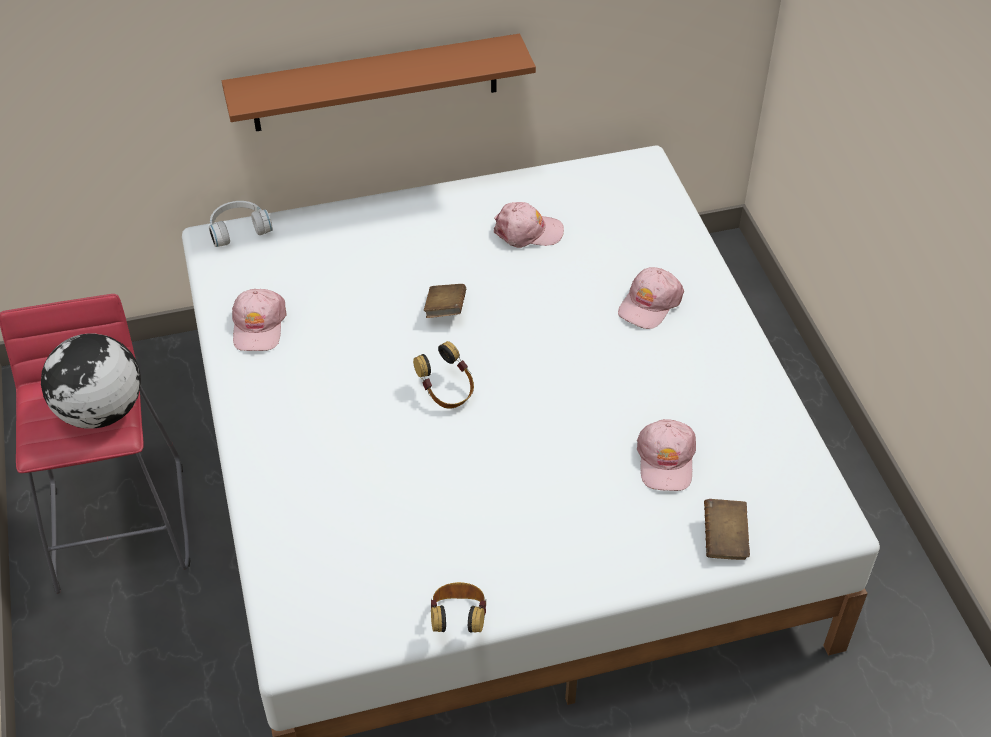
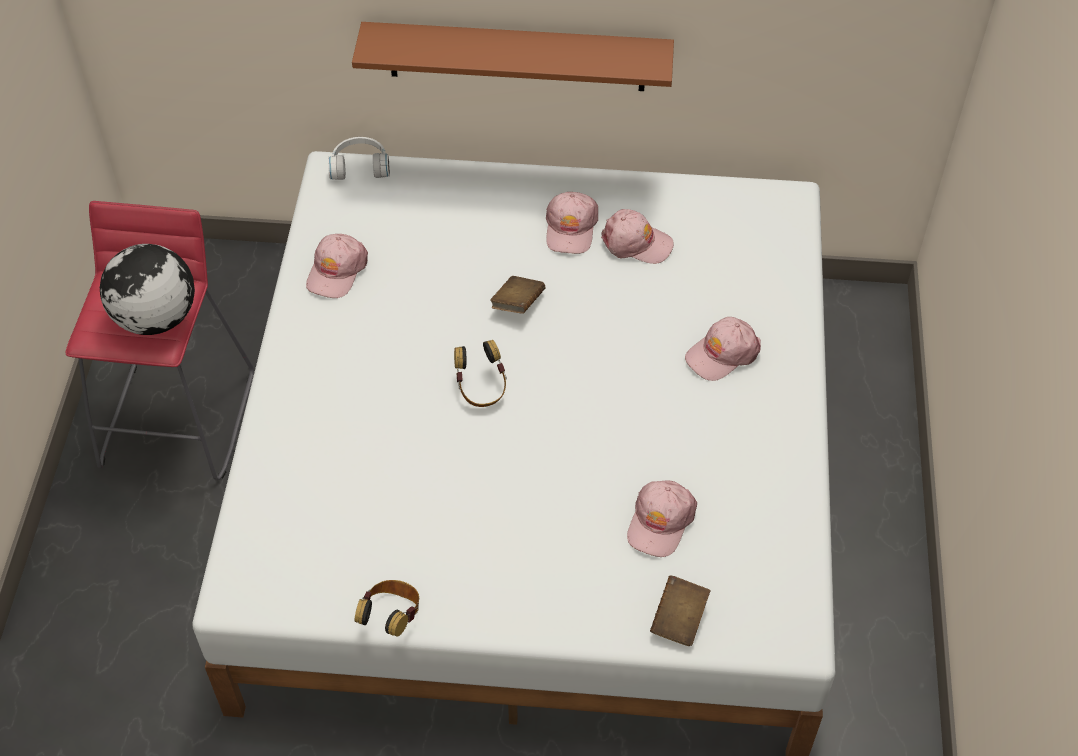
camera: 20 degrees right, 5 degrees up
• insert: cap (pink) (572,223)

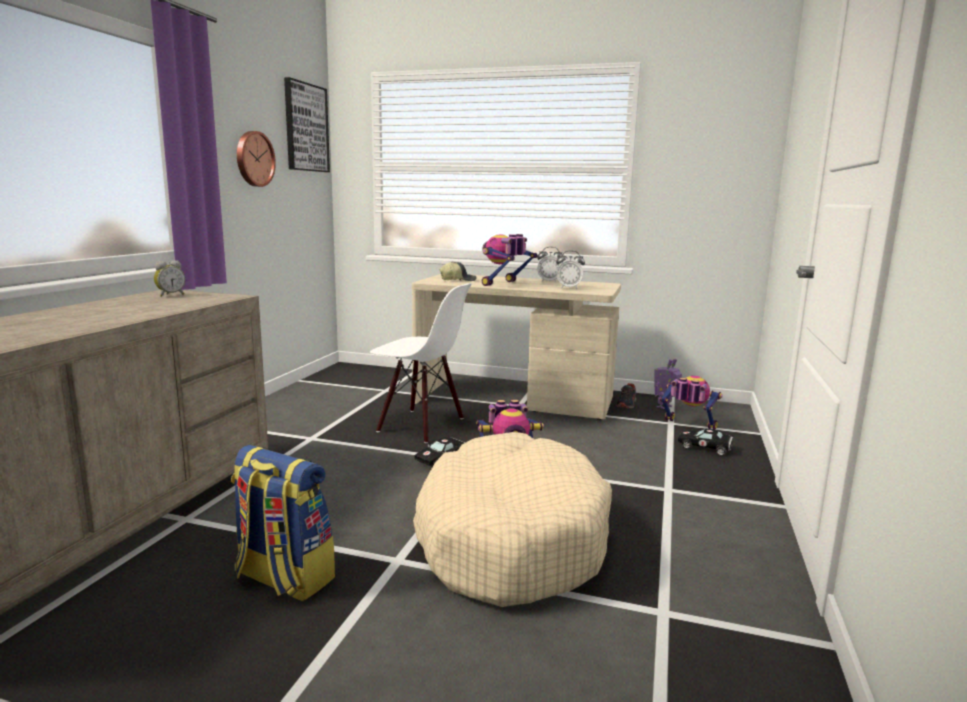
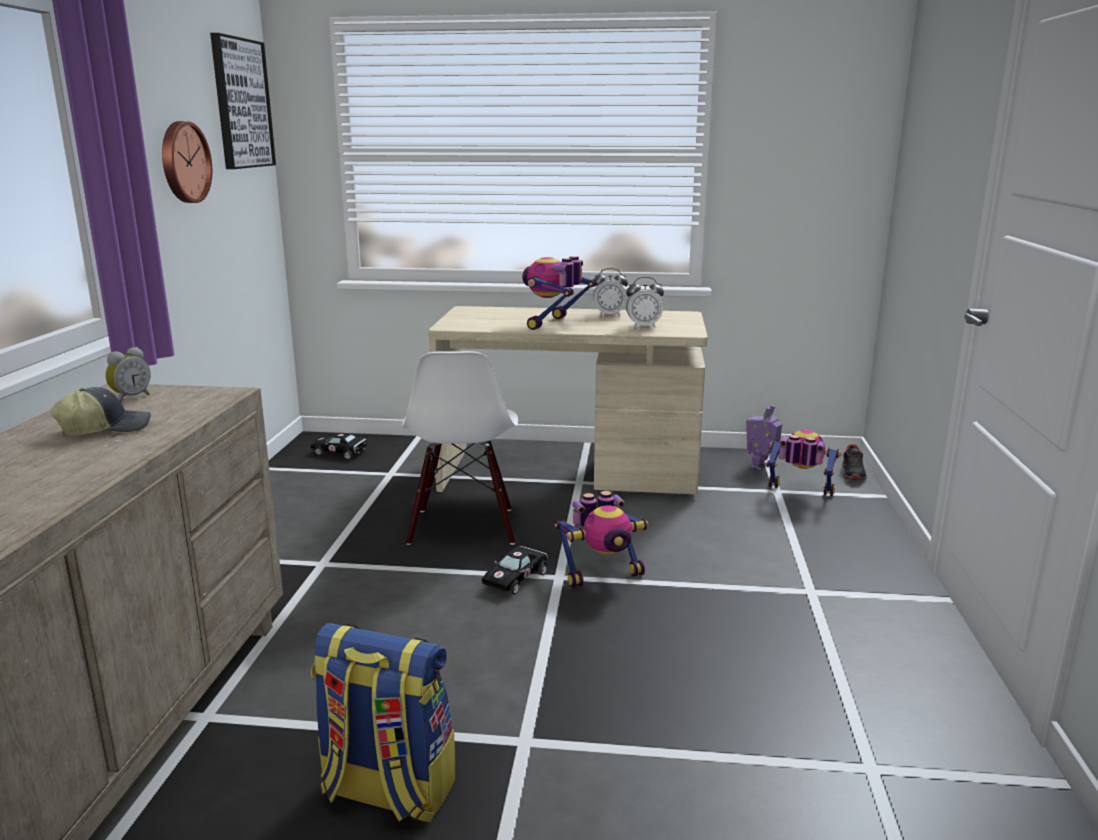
camera: 10 degrees left, 5 degrees up
• rotate: chair (white) (420,363) = (460,448) 75 degrees clockwise
• delete: dog bed (beige) (512,519)
• move: cap (458,271) to (100,411)
• move: shoe (626,396) to (854,462)
• move: toy car (black) (705,442) to (339,446)

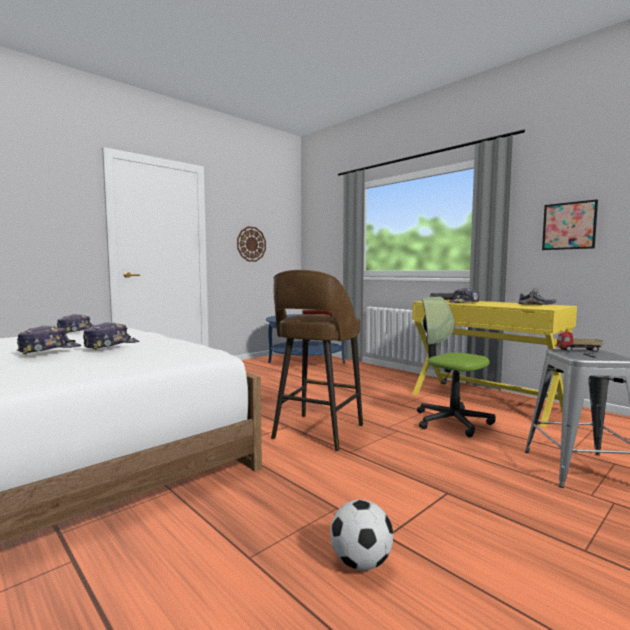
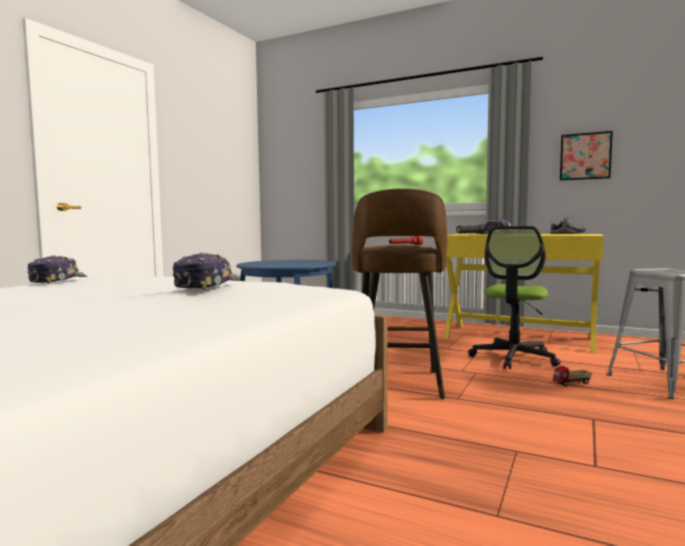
camera: 20 degrees left, 0 degrees up
• delete: cap (49,340)
• delete: wall clock (251,244)
• delete: football (361,535)
• rotate: office chair (456,367) = (514,297) 90 degrees counterclockwise
• move: toy truck (580,342) to (572,376)

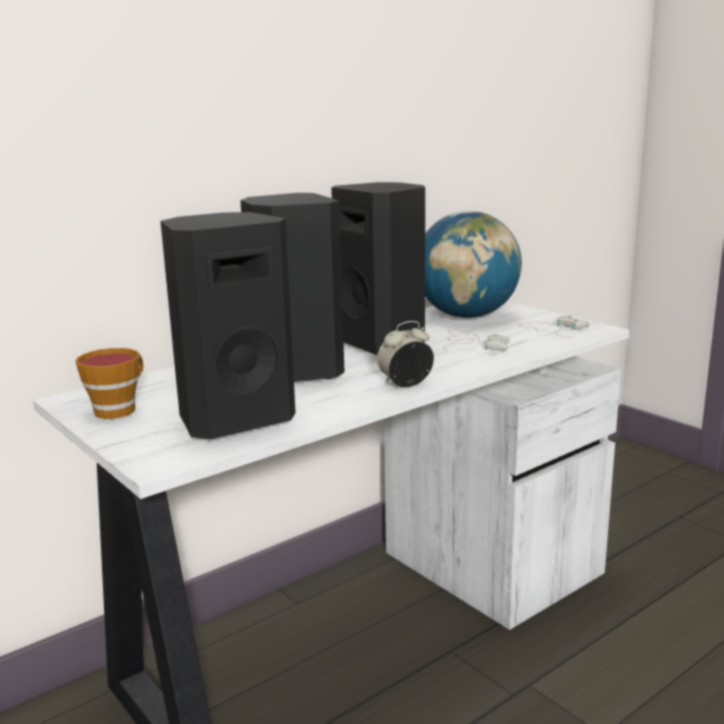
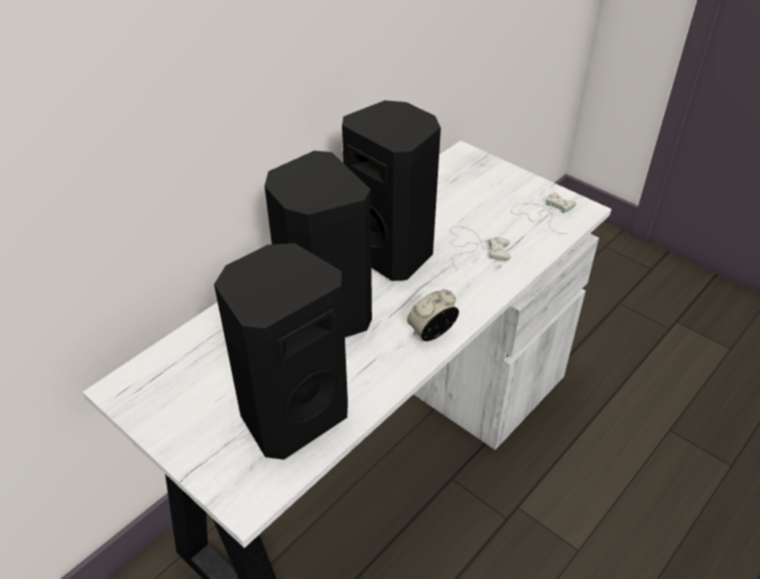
camera: 10 degrees left, 25 degrees up
• delete: cup (109,383)
• delete: globe (473,264)

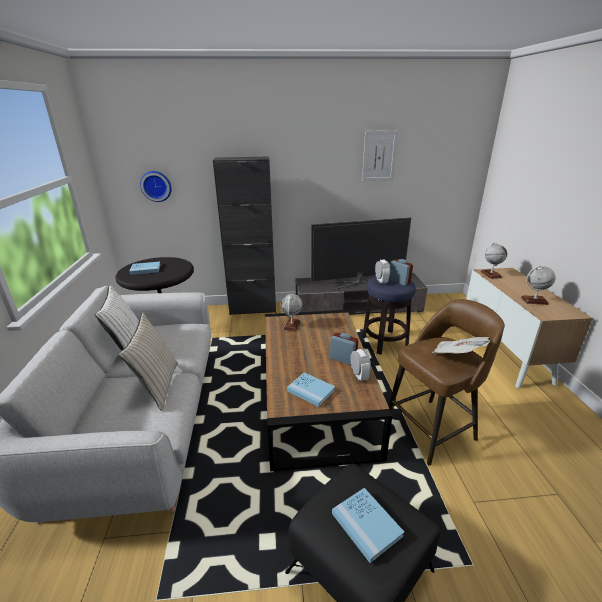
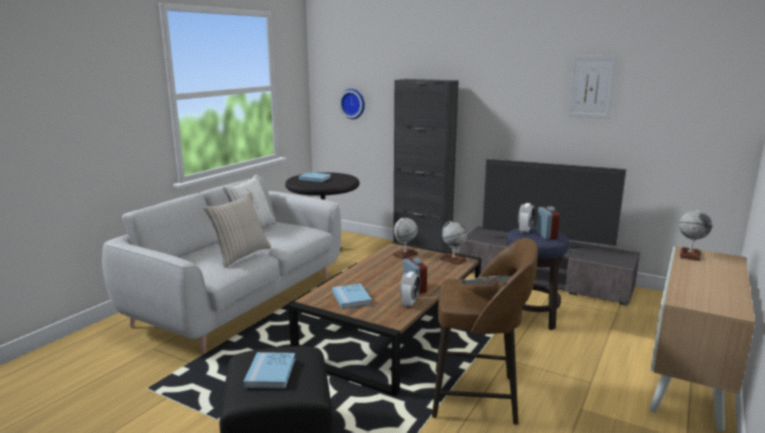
camera: 35 degrees right, 10 degrees down
• move: globe (538,285) to (453,243)

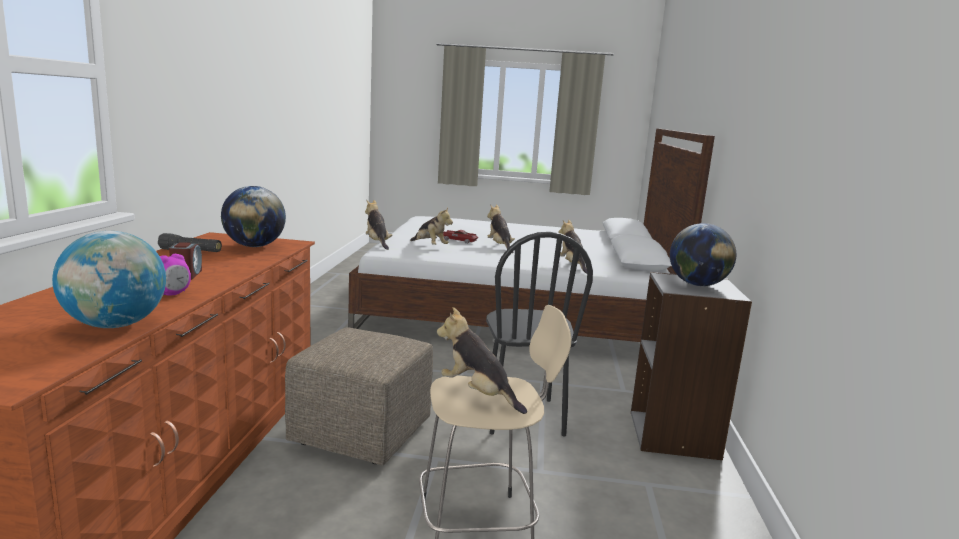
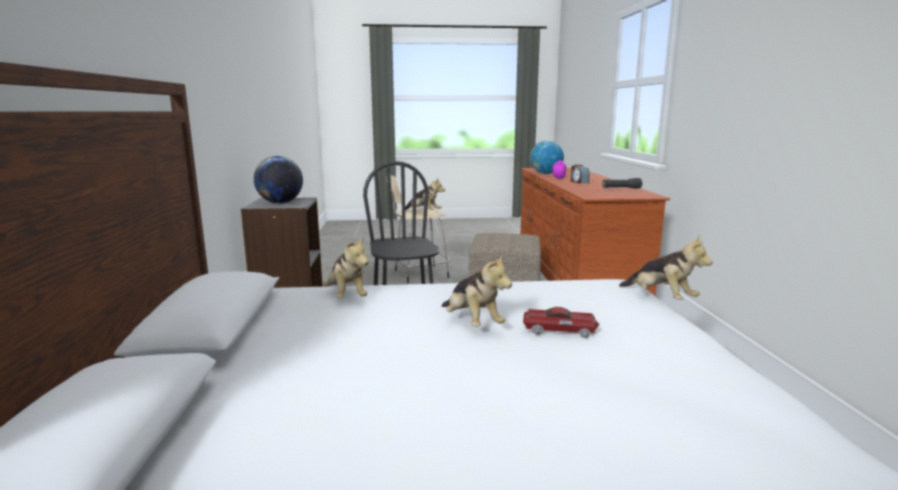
camera: 170 degrees right, 0 degrees up
• delete: globe (253,216)
• delete: plush toy (431,226)

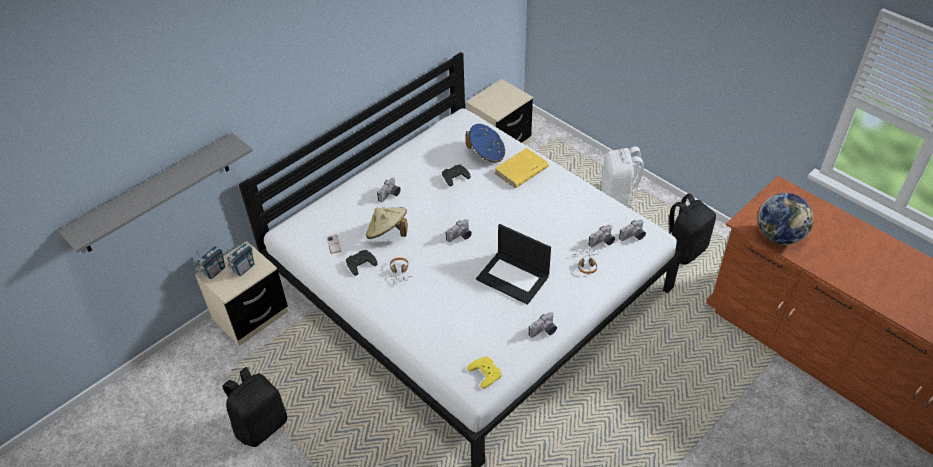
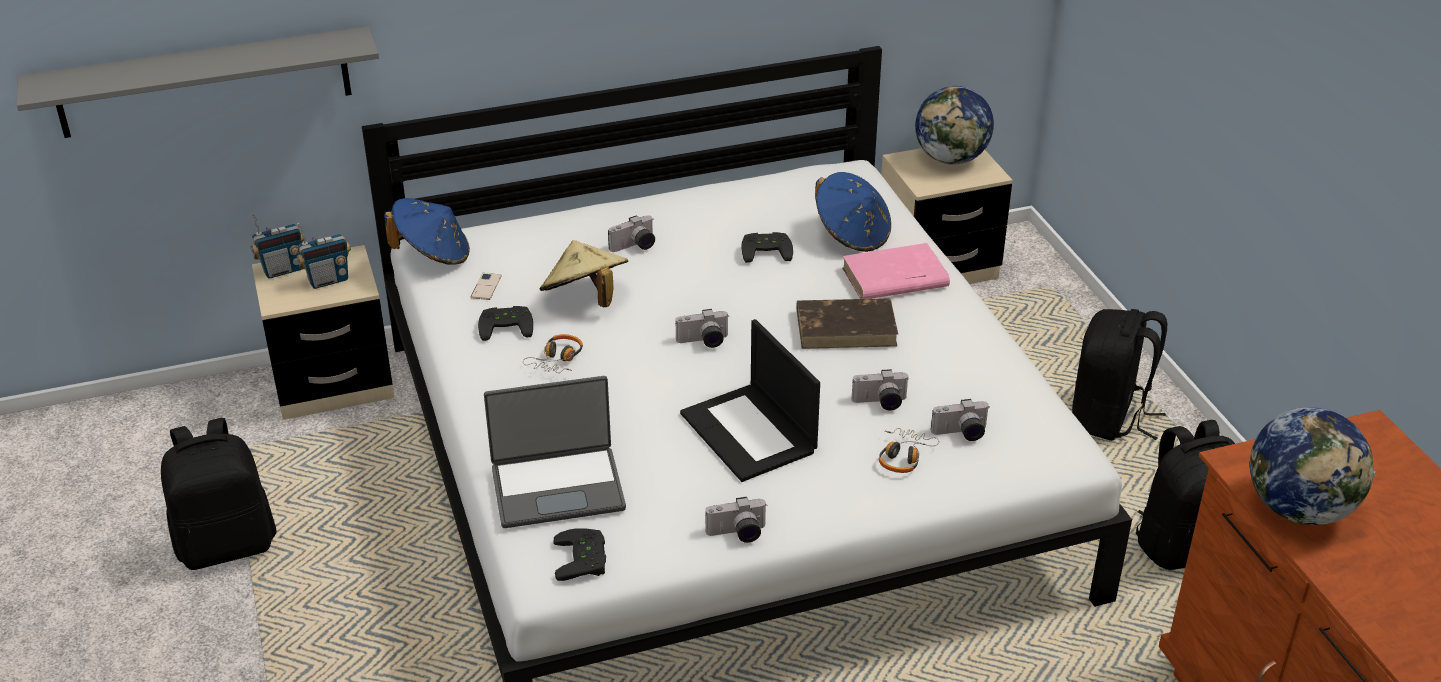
camera: 25 degrees right, 10 degrees down
• recolor: game controller (yellow) (484,372) to game controller (black) (579,554)
• recolor: book (yellow) (521,168) to book (pink) (896,271)
• recolor: backpack (white) (623,177) to backpack (black) (1119,375)
• move: photo camera (632,230) to (881,389)
• insert: hat (blue) (427,231)
• insert: laptop (555,452)
• insert: book (brown) (847,323)
• insert: globe (954,125)

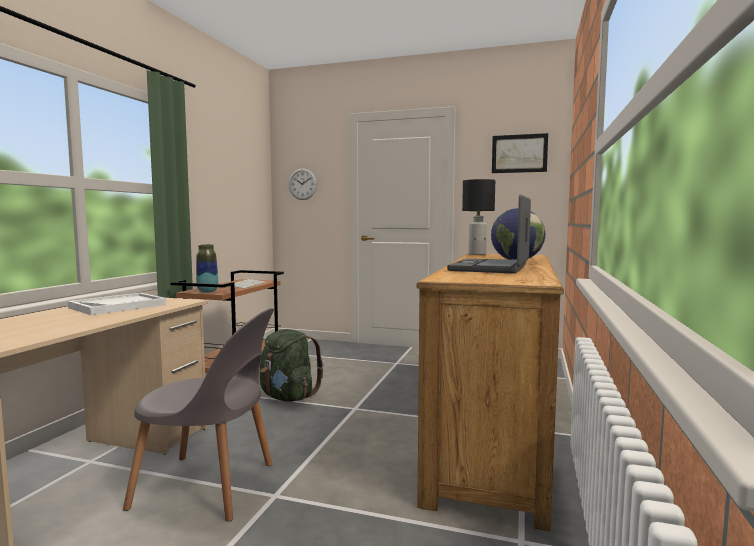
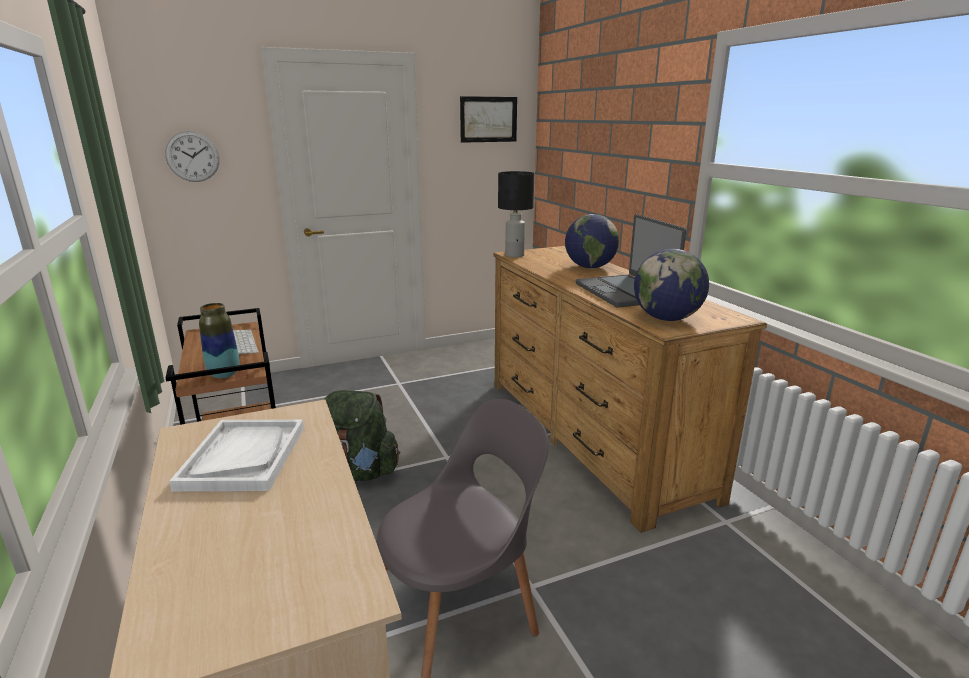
camera: 40 degrees left, 15 degrees up
• insert: globe (671,285)

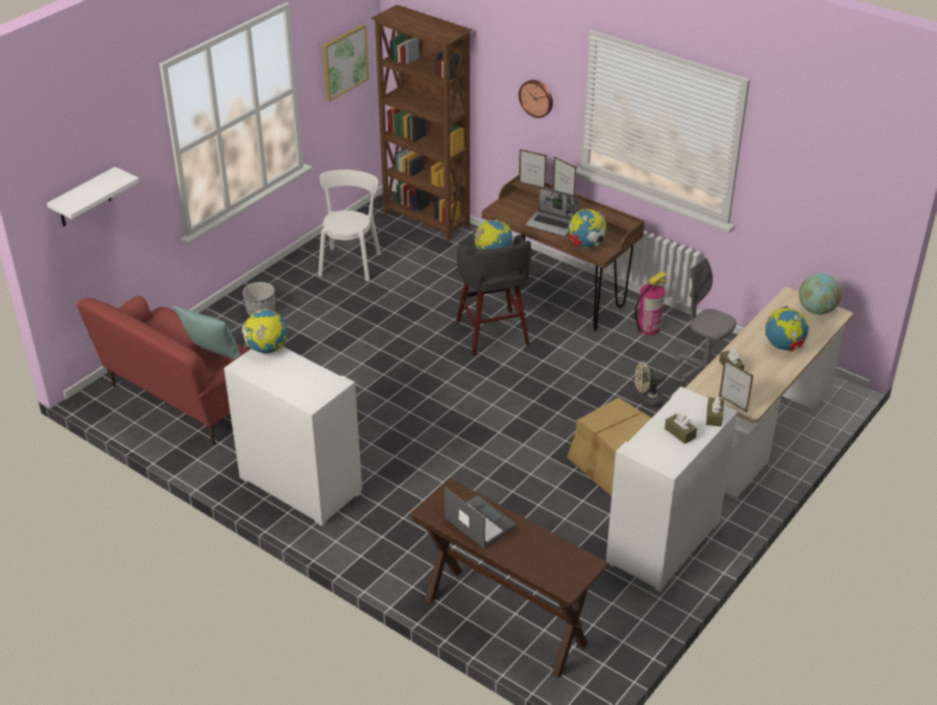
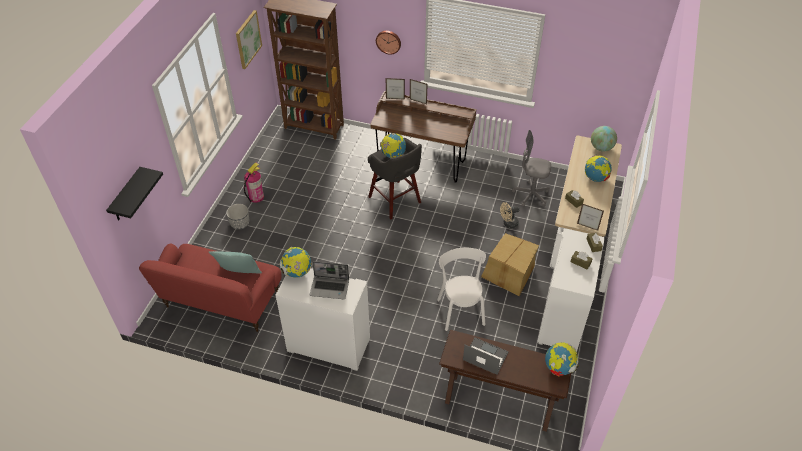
camera: 20 degrees left, 10 degrees up
• recolor: shelf (white) (93,196) to shelf (black) (134,193)
• move: chair (white) (349,226) to (461,289)
• move: laptop (552,211) to (329,280)
• move: globe (587,228) to (562,360)
• move: fire extinguisher (651,303) to (254,182)

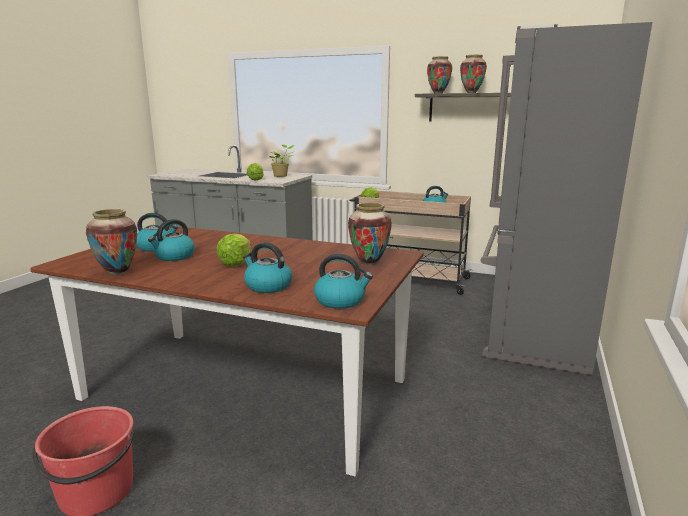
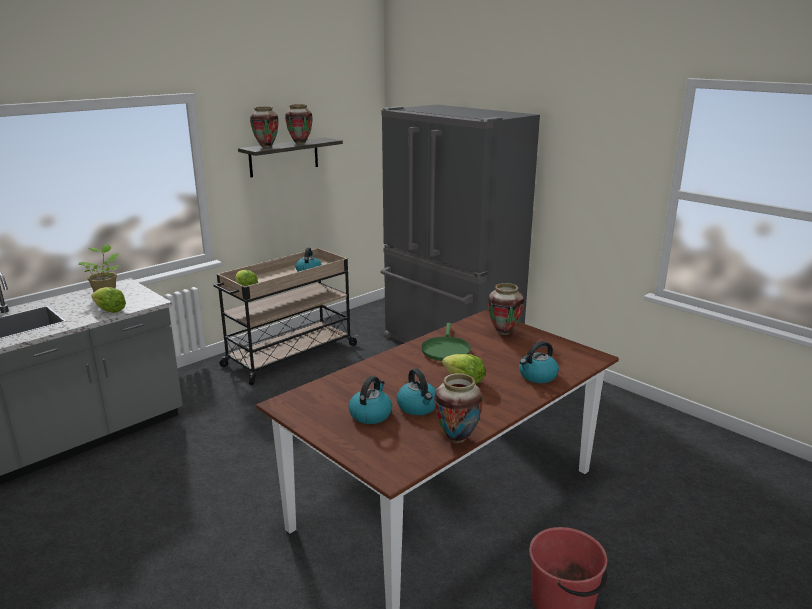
camera: 65 degrees left, 5 degrees up
• delete: kettle (343,281)
• insert: frying pan (green) (446,342)

